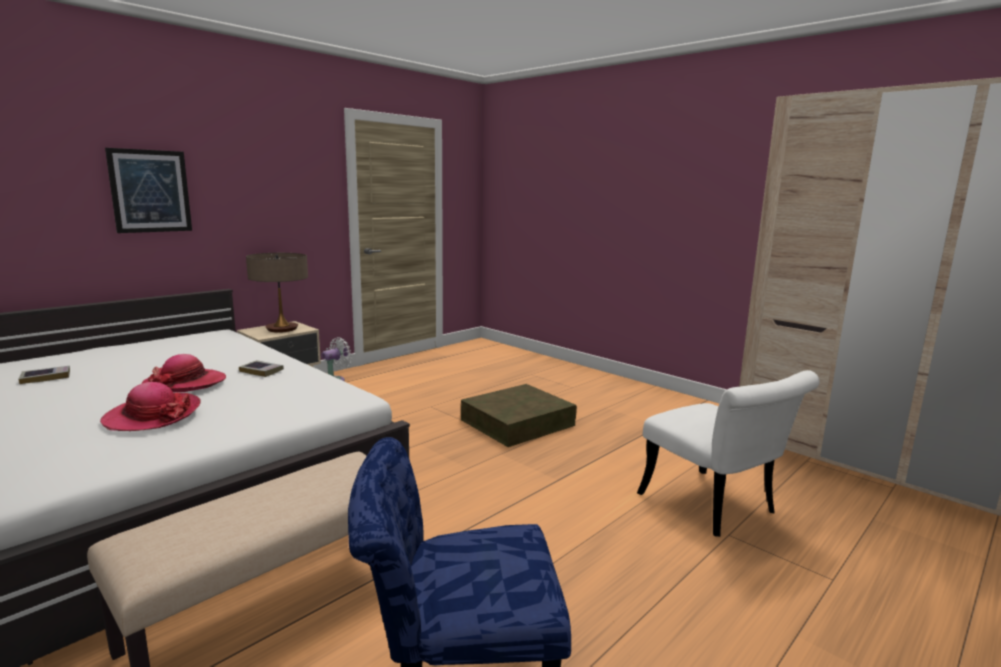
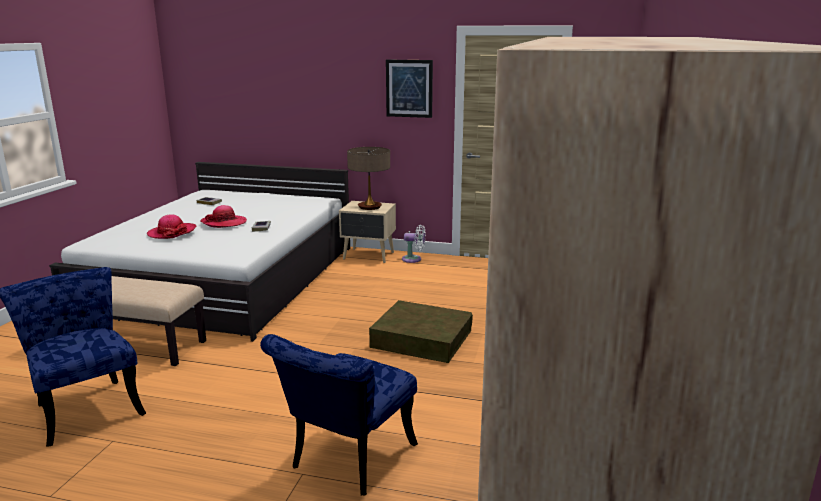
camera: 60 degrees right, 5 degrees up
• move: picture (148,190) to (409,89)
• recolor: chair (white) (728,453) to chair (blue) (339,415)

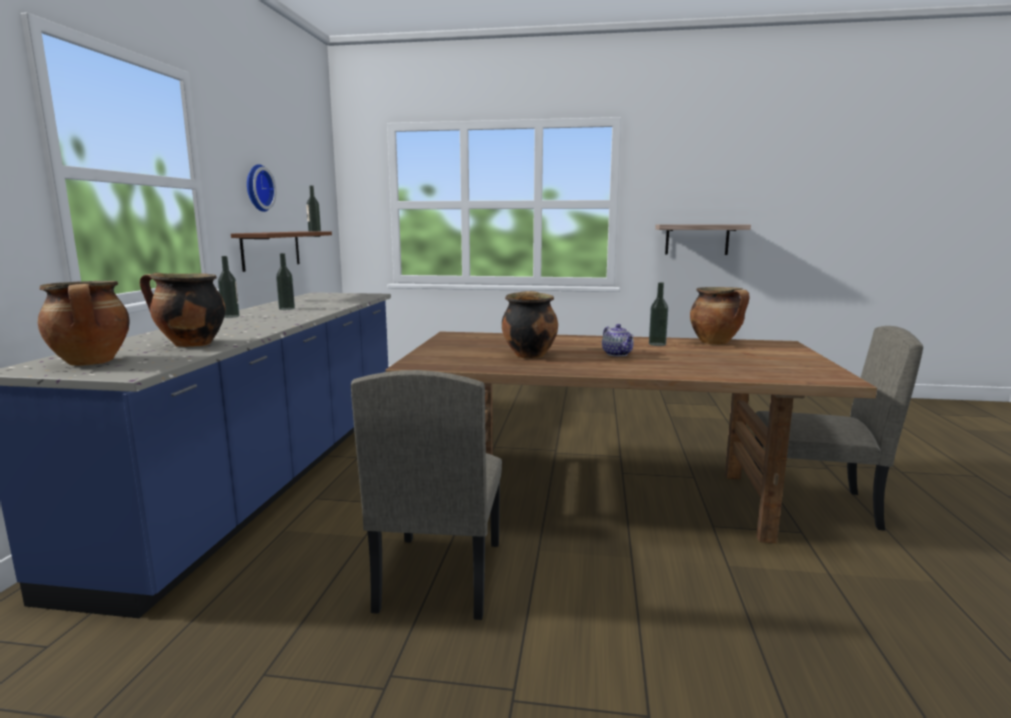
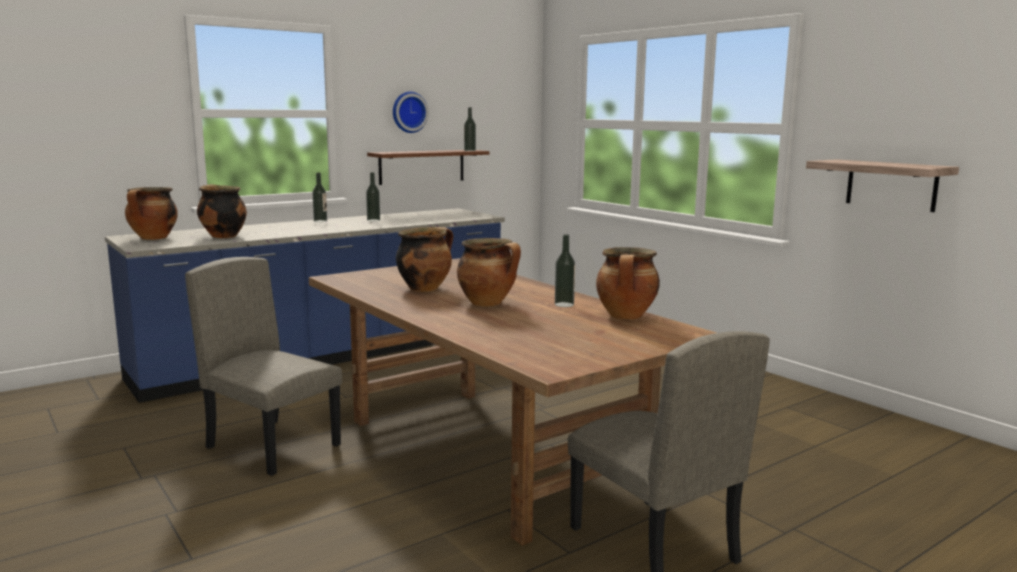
camera: 45 degrees right, 0 degrees up
• rotate: chair (beige) (426,495) = (263,366) 75 degrees clockwise
• replace: teapot (618,340) to cooking pot (489,272)

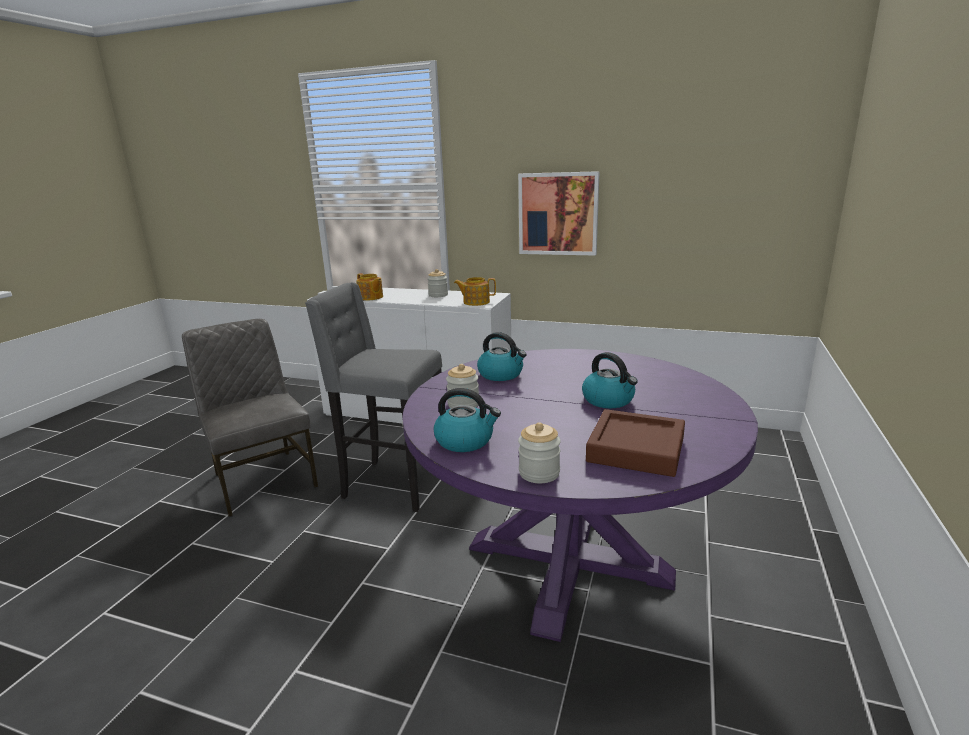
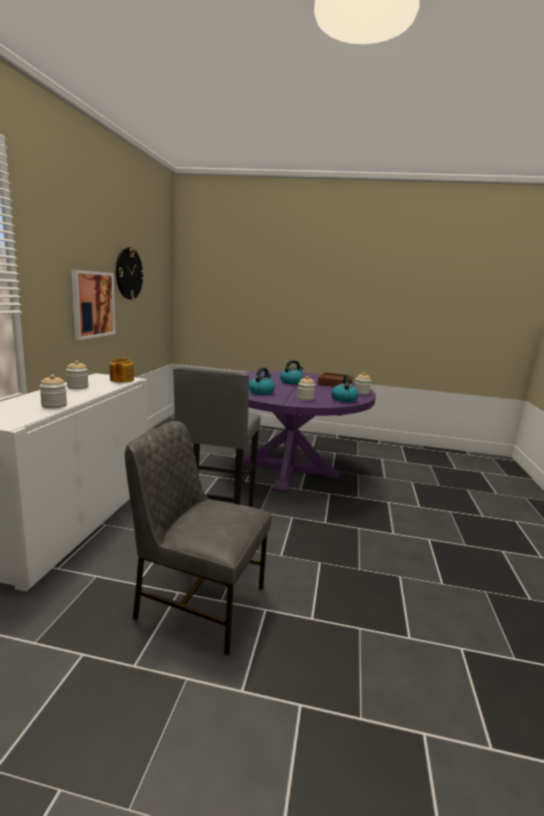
camera: 100 degrees left, 5 degrees down
• rotate: chair (grey) (250,418) = (198,538) 60 degrees clockwise
• replace: teapot (369,287) to jar (53,392)
• insert: wall clock (130,273)

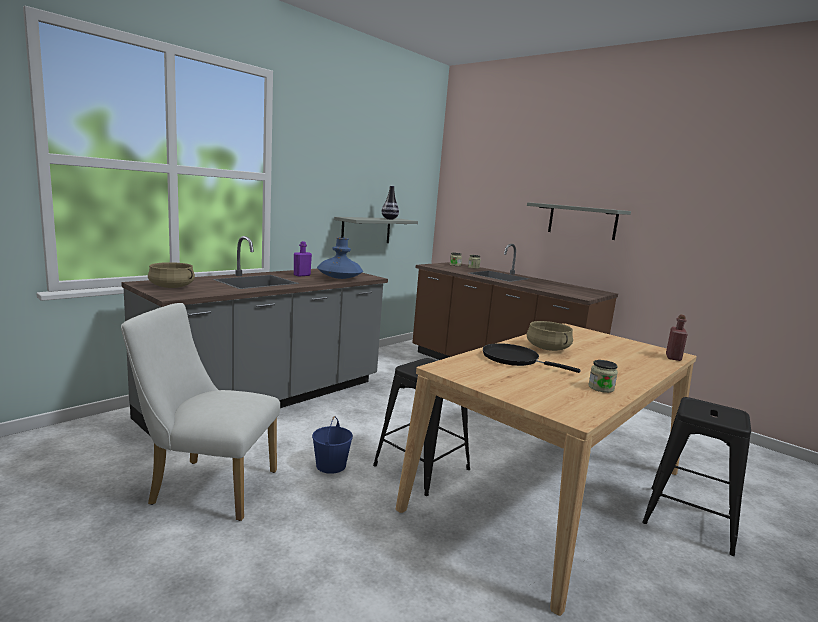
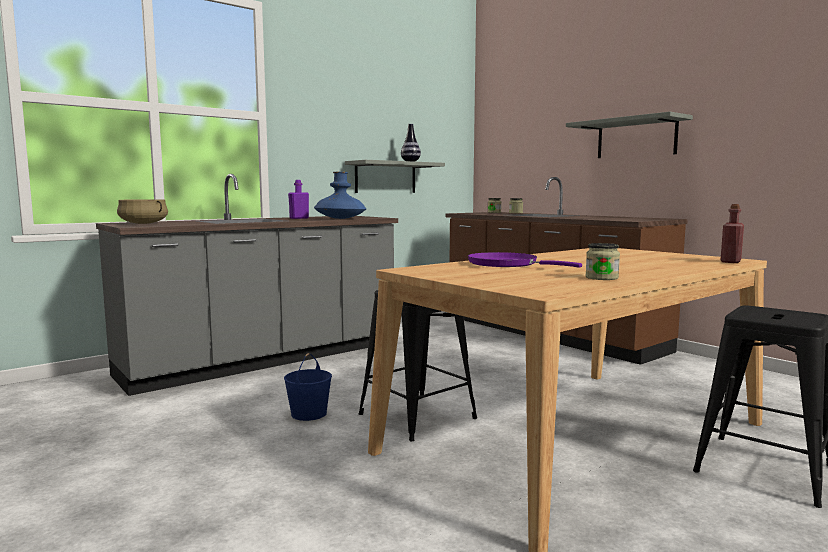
camera: 10 degrees right, 5 degrees down
• delete: chair (white) (200,412)
• recolor: frying pan (black) (532,358) to frying pan (purple) (525,259)
• delete: cooking pot (beige) (550,336)

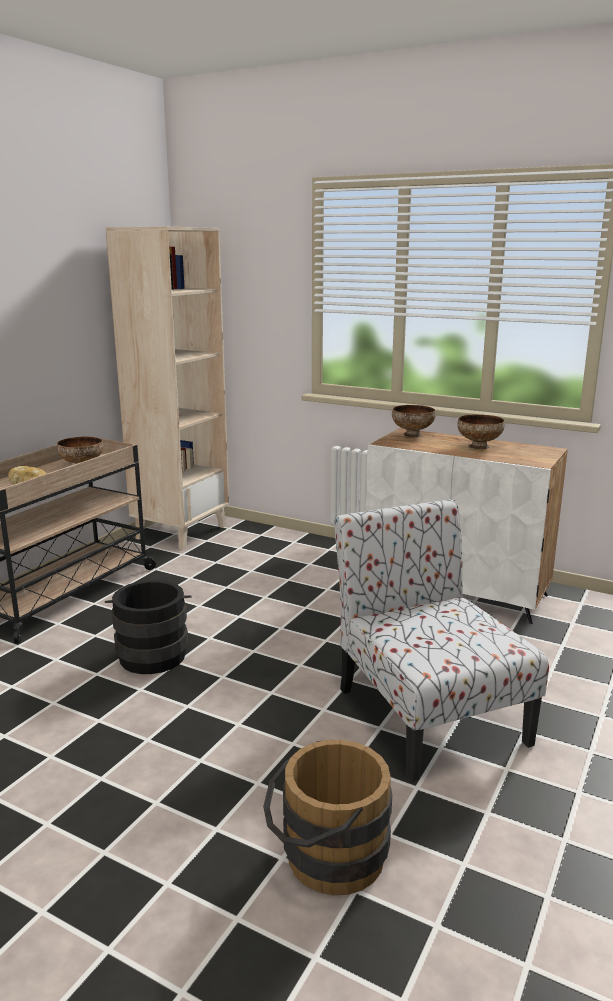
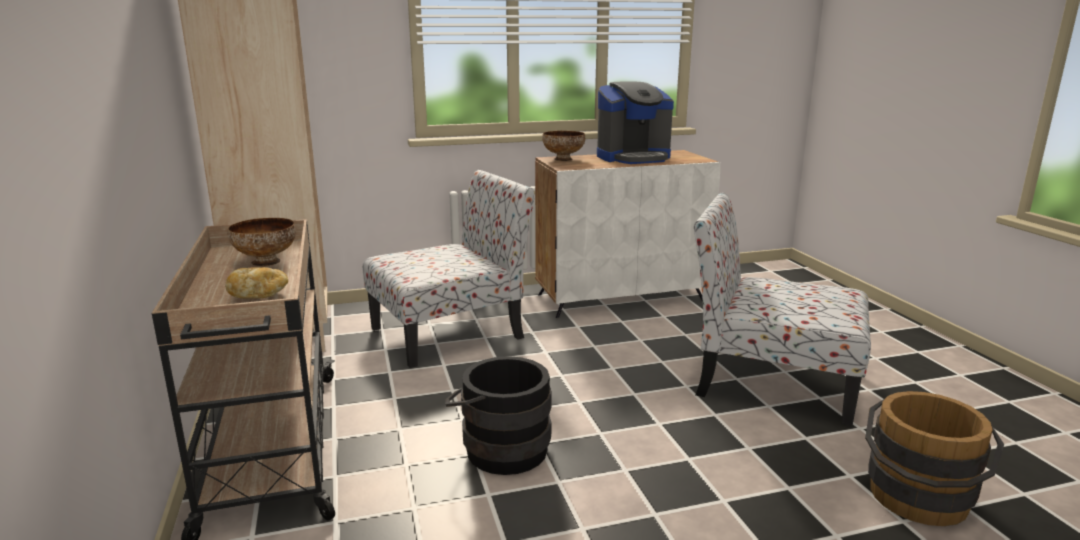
camera: 45 degrees left, 0 degrees up
• replace: bowl (481,431) to coffee machine (635,122)
• insert: chair (448,269)

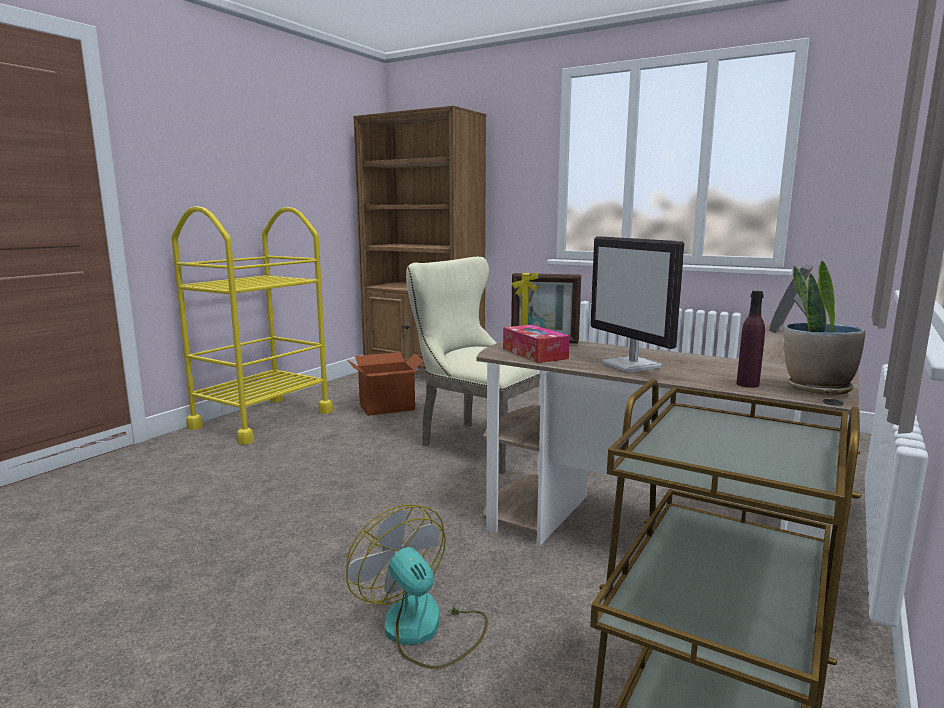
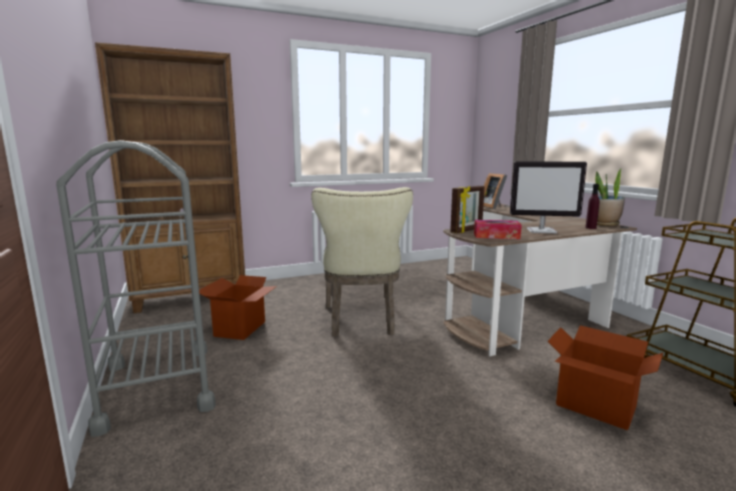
camera: 55 degrees left, 0 degrees up
• recolor: cart (yellow) (252,325) to cart (grey) (136,288)
• replace: fan (417,586) to cardboard box (605,377)
• rotate: chair (beige) (473,365) = (362,262) 75 degrees counterclockwise

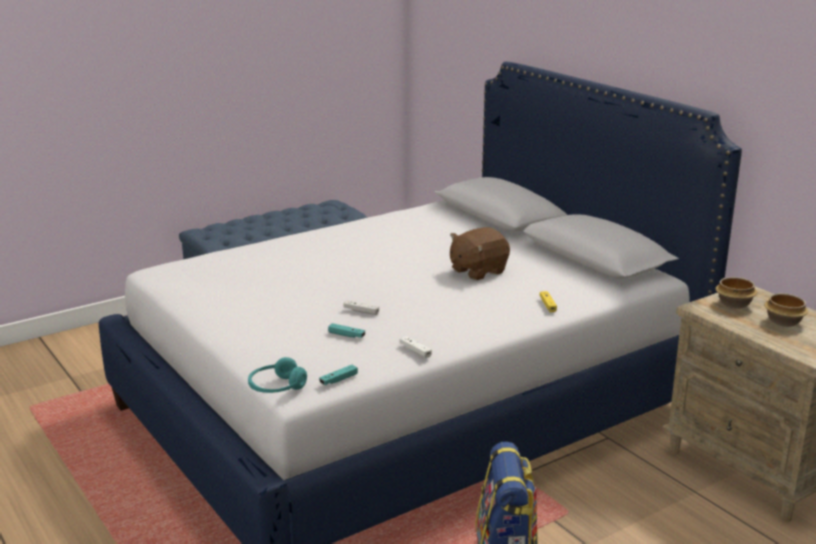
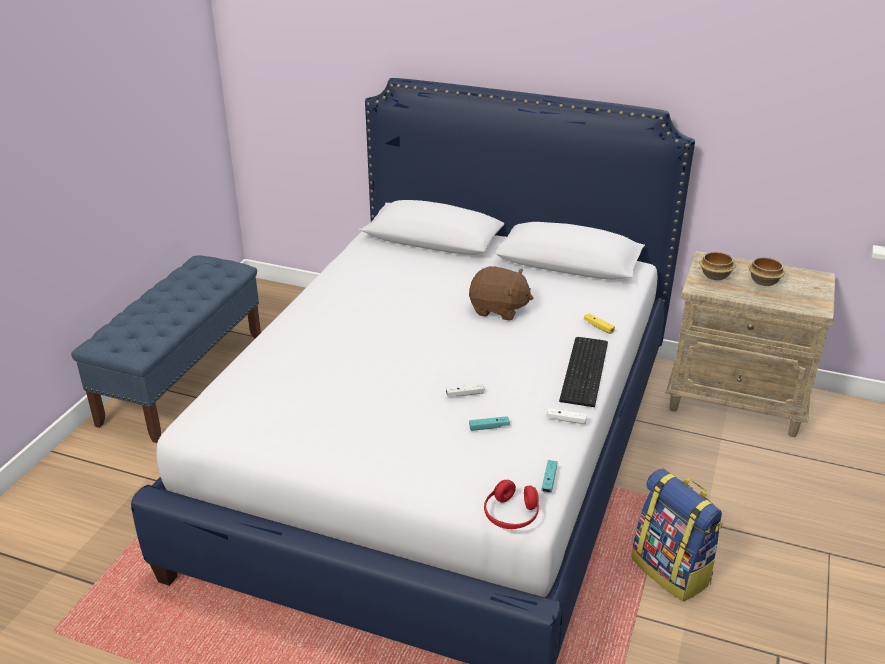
camera: 35 degrees left, 10 degrees up
• recolor: headphones (turquoise) (277,375) to headphones (red) (511,504)
• rotate: plush toy (brown) (480,253) = (501,293) 90 degrees counterclockwise
• insert: keyboard (583,372)

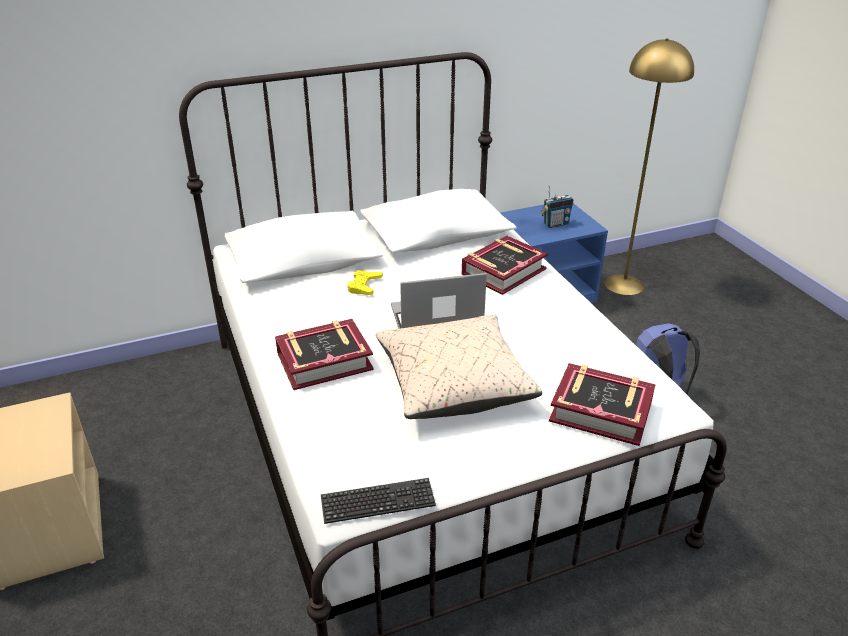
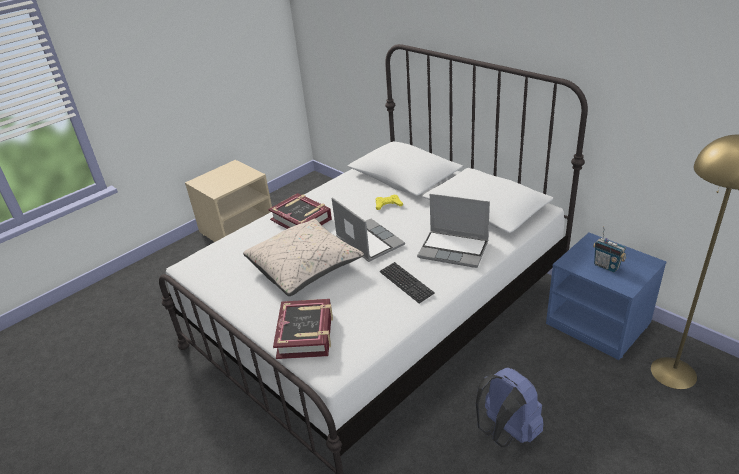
camera: 70 degrees right, 0 degrees up
• move: keyboard (378,501) to (407,282)
• replace: book (505,265) to laptop (453,231)

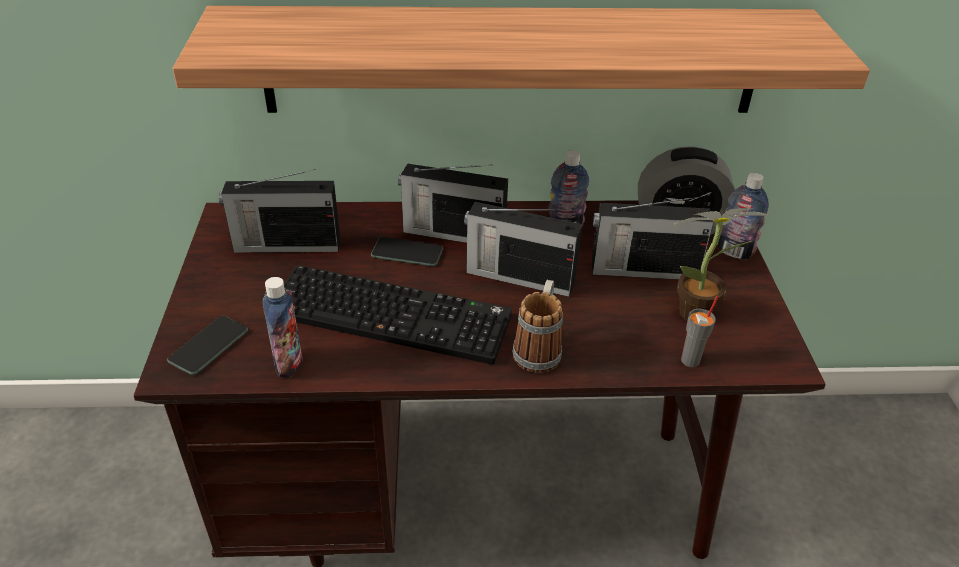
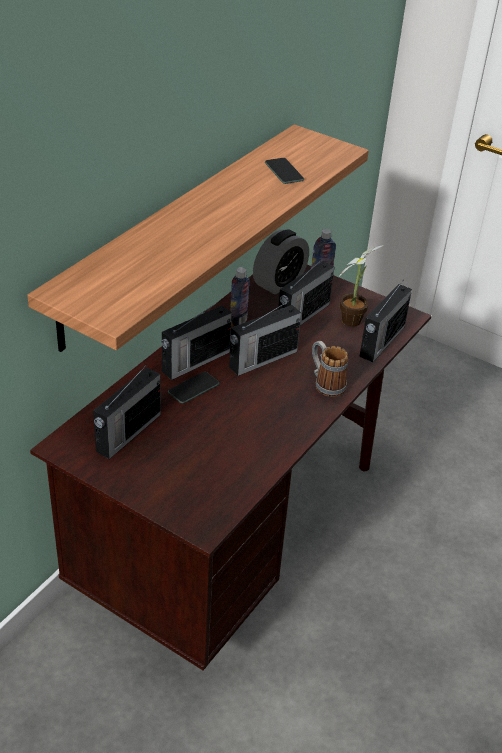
camera: 55 degrees left, 0 degrees up
• move: phone (207,345) to (284,171)
• delete: bottle (282,327)
• delete: keyboard (398,315)
• replace: cup (grey) (700,331) to radio (385,320)

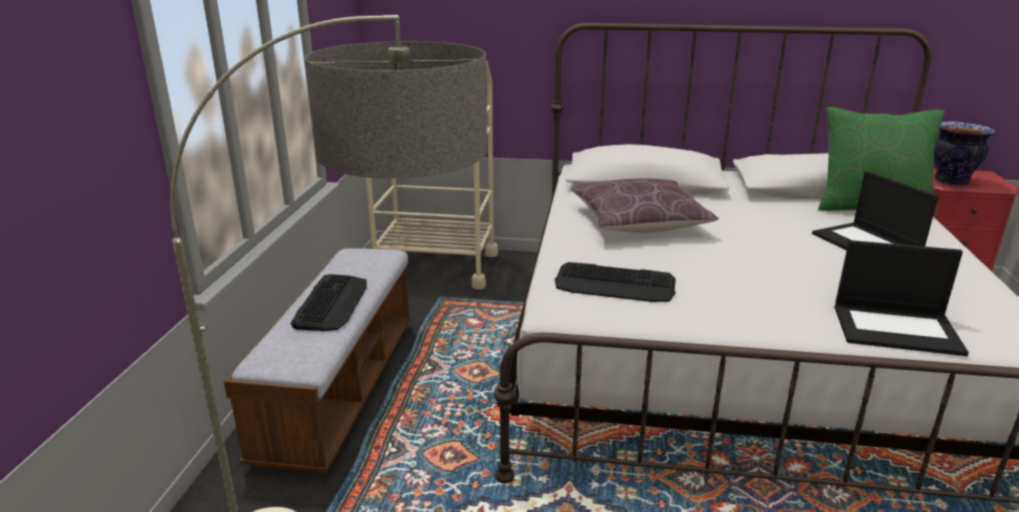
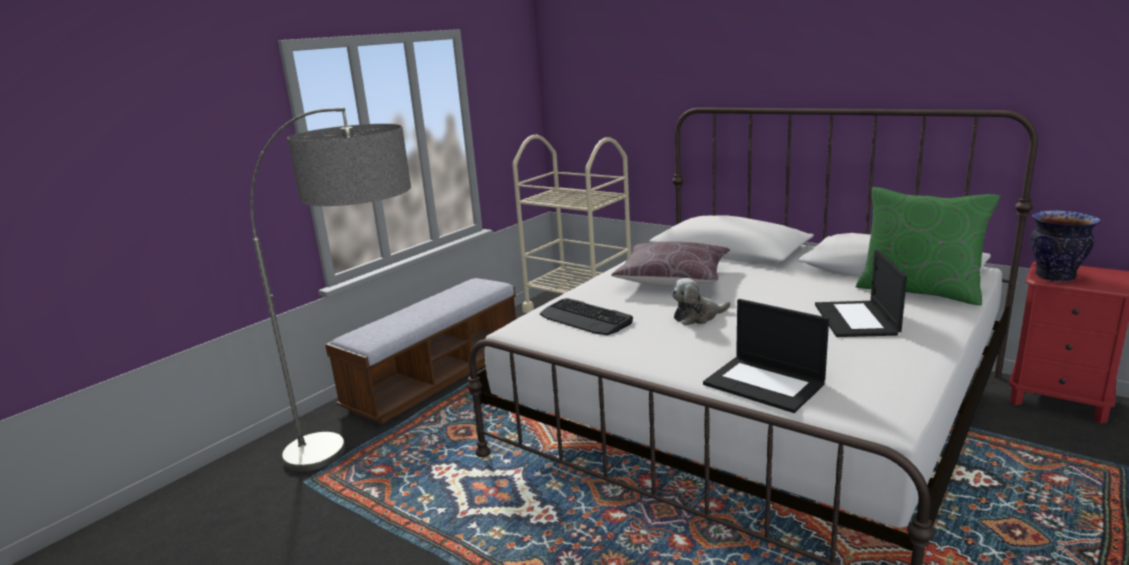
camera: 30 degrees right, 5 degrees down
• delete: keyboard (329,302)
• insert: plush toy (701,301)

